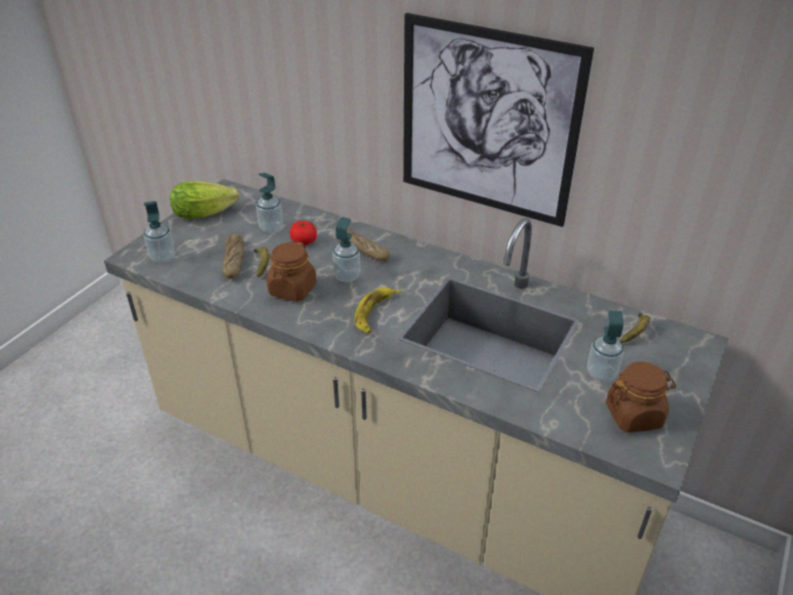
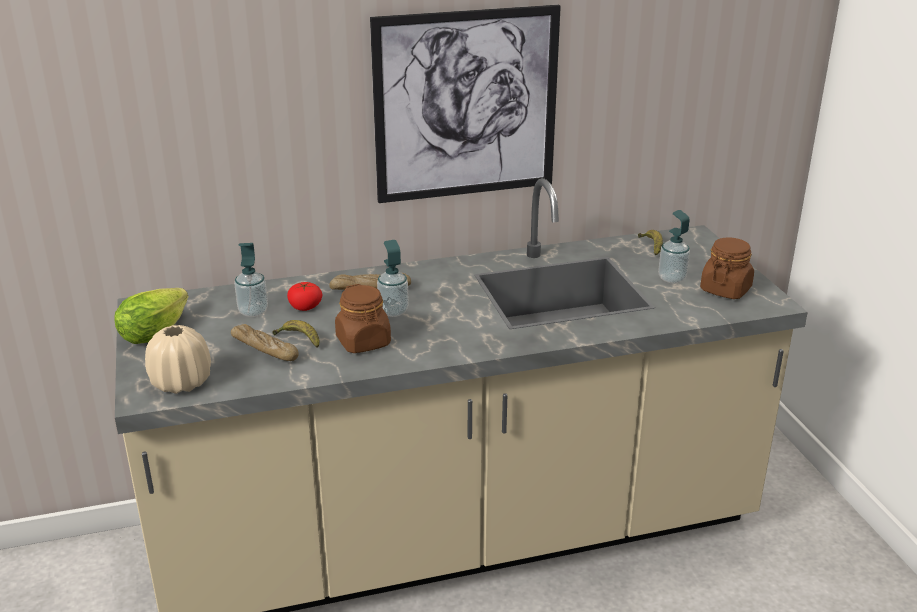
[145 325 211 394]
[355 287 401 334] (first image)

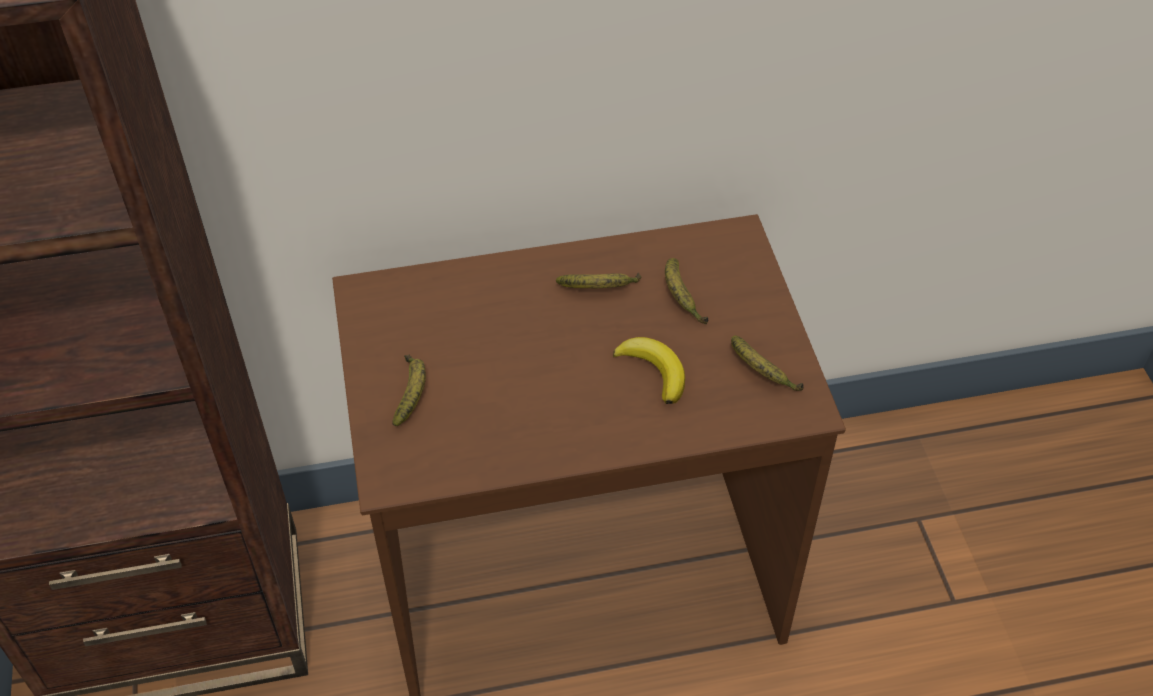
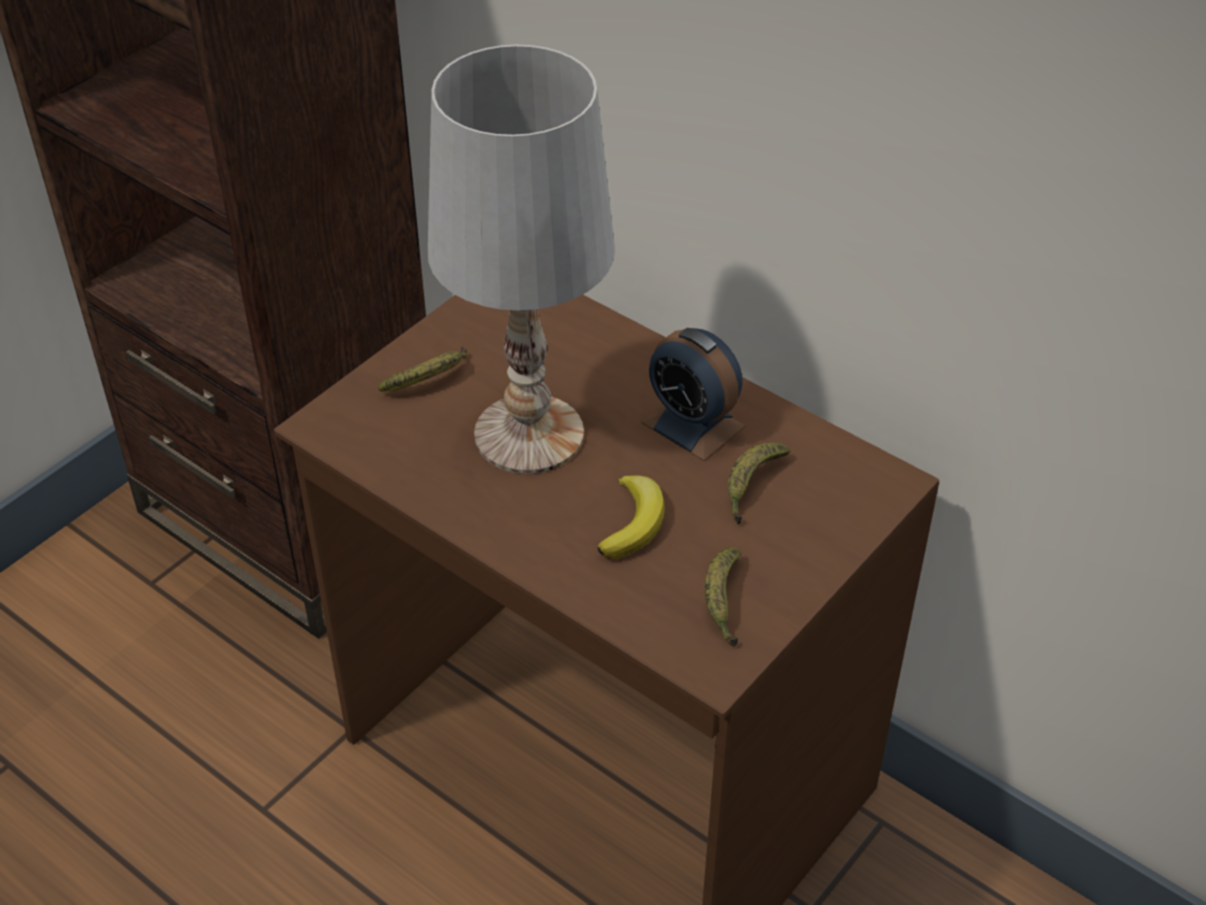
[641 328 745 461]
[428 45 615 474]

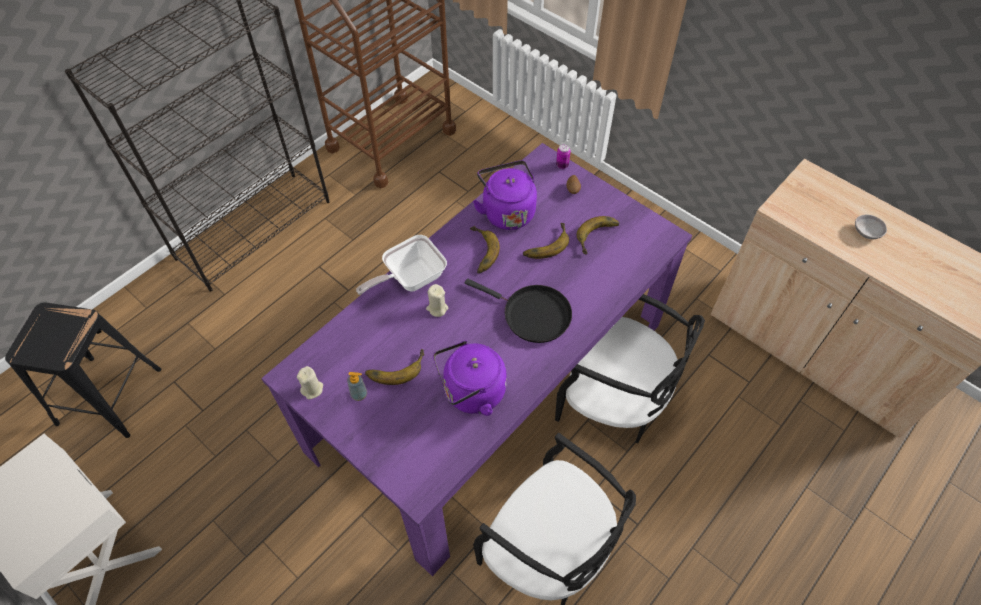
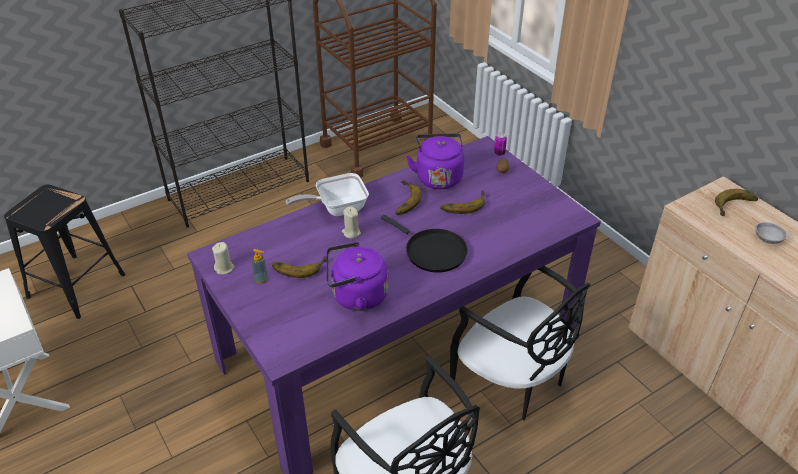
[715 189 758 216]

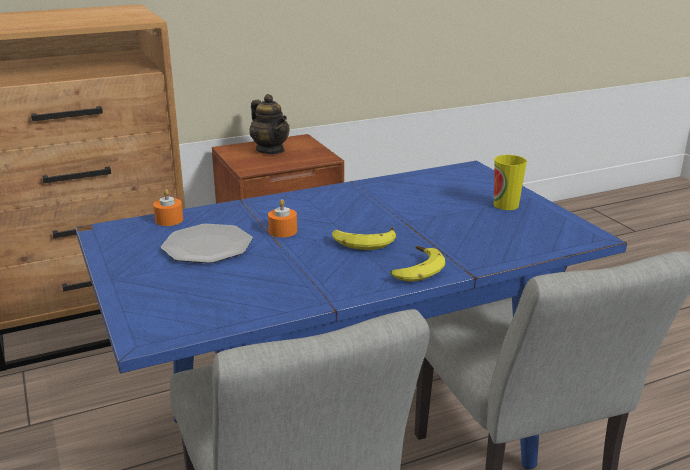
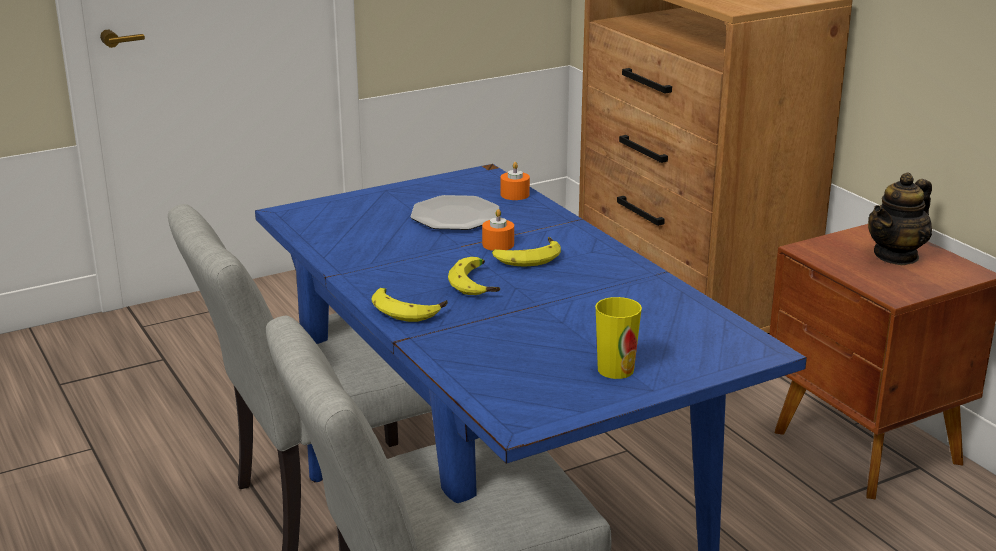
[492 237 561 267]

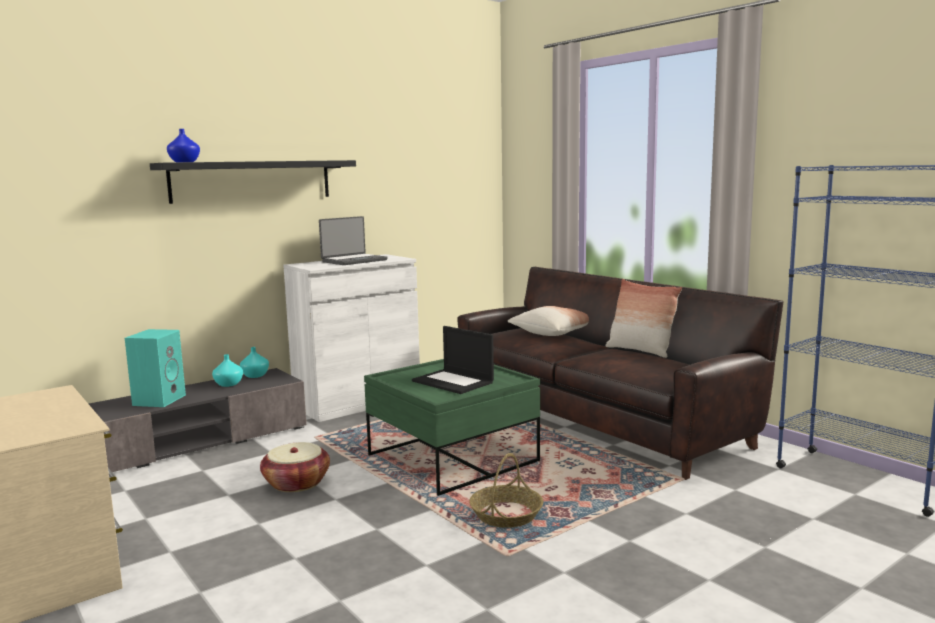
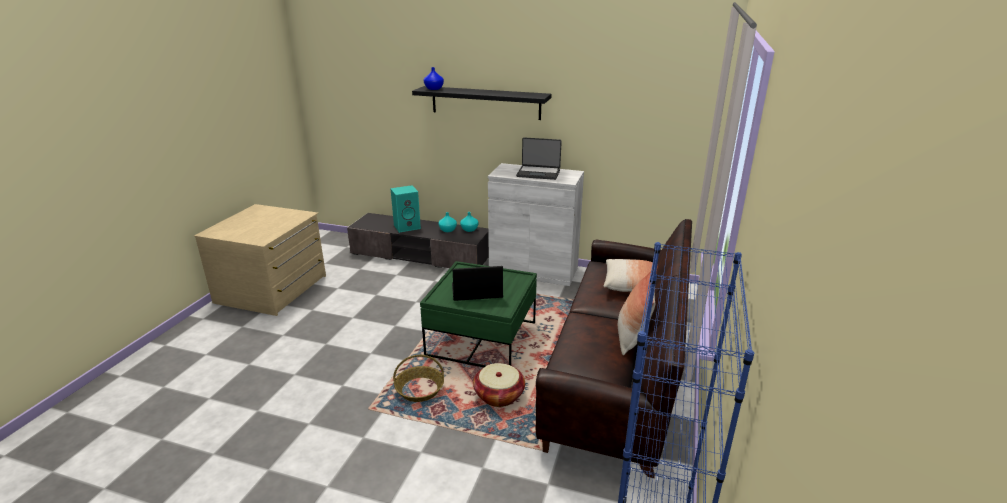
[473 363 525 407]
[452 266 503 301]

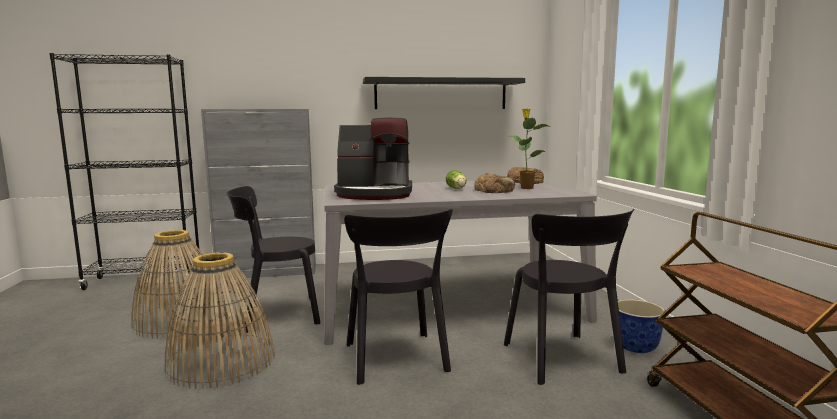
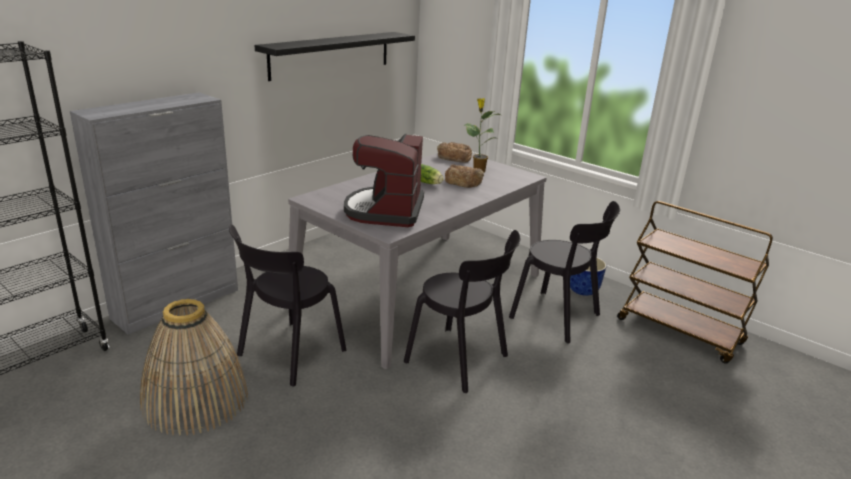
[165 252 275 389] (first image)
[344 134 424 227]

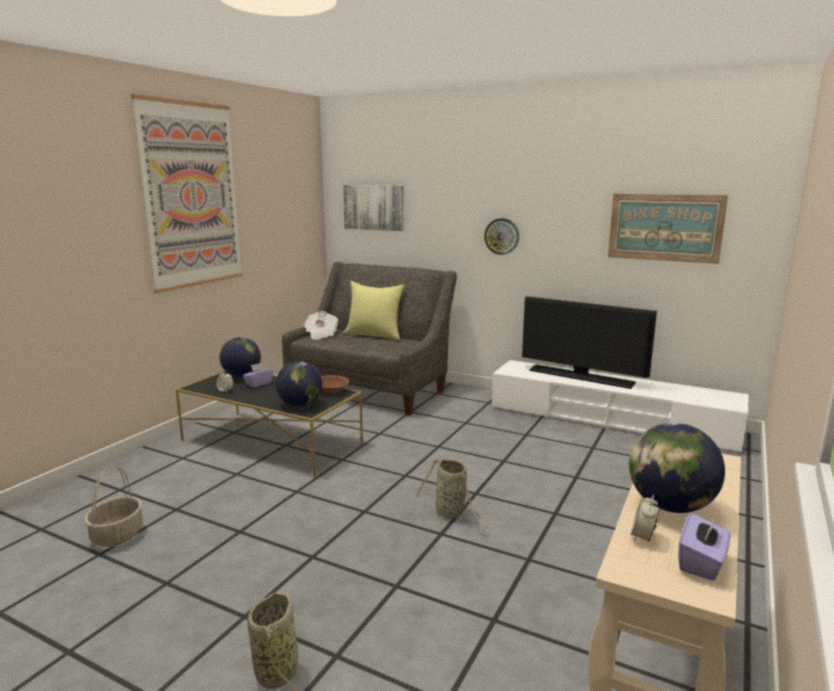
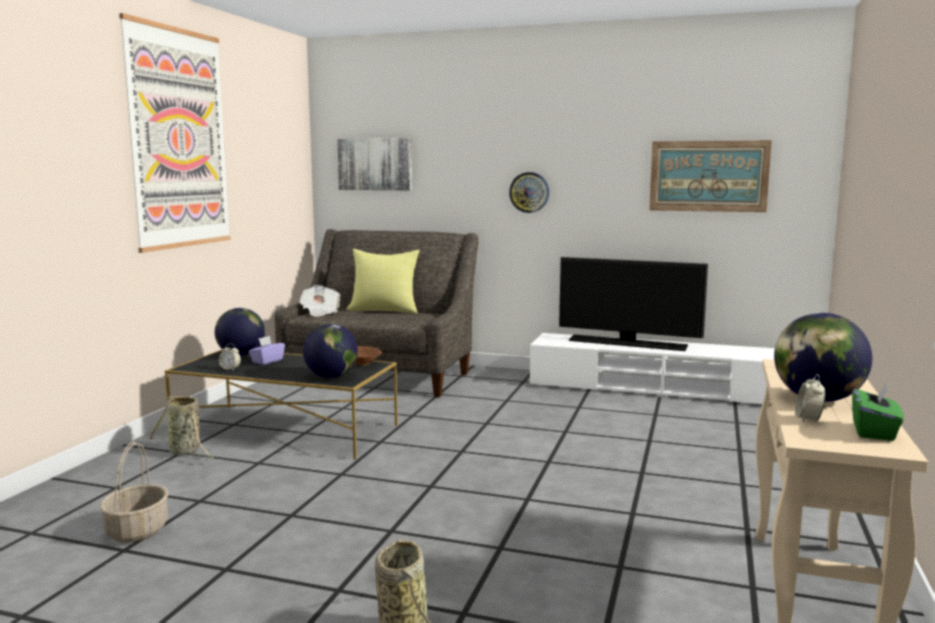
[148 396 215 458]
[852 383 904 441]

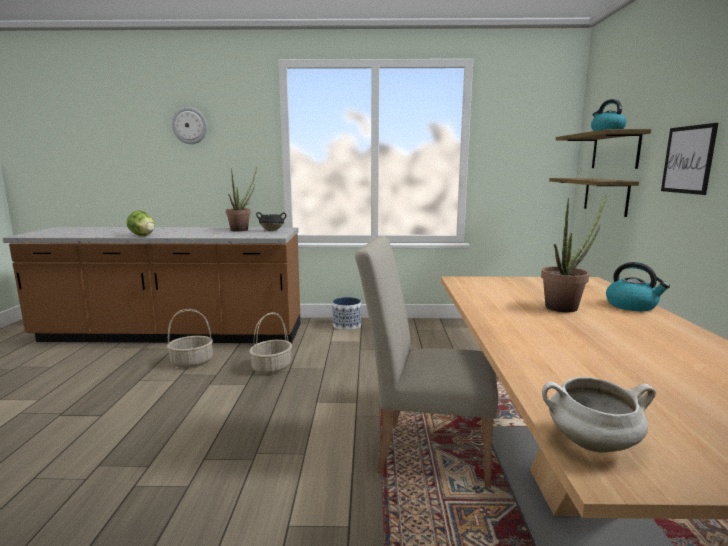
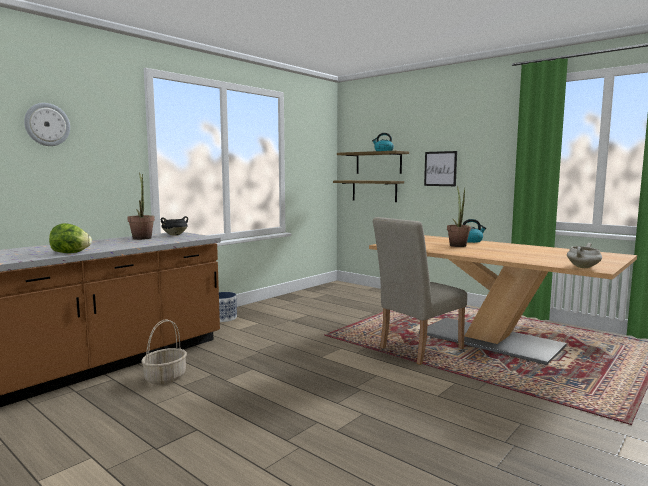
[249 313 292 374] (first image)

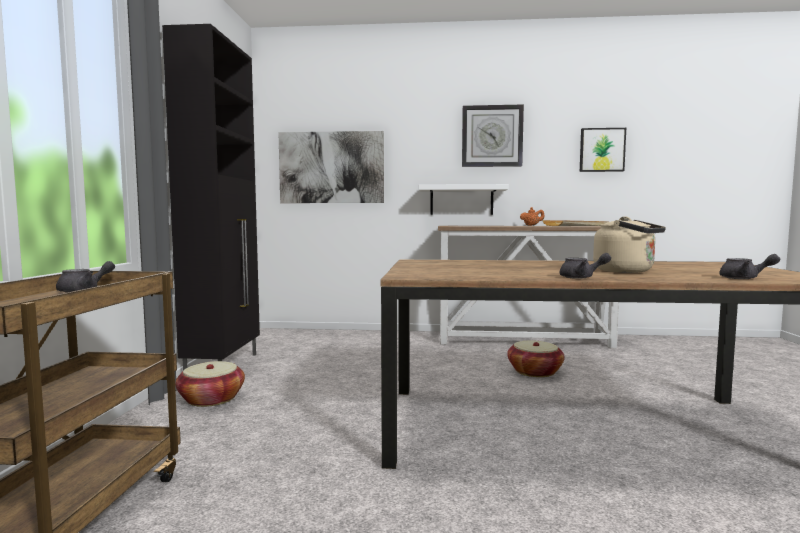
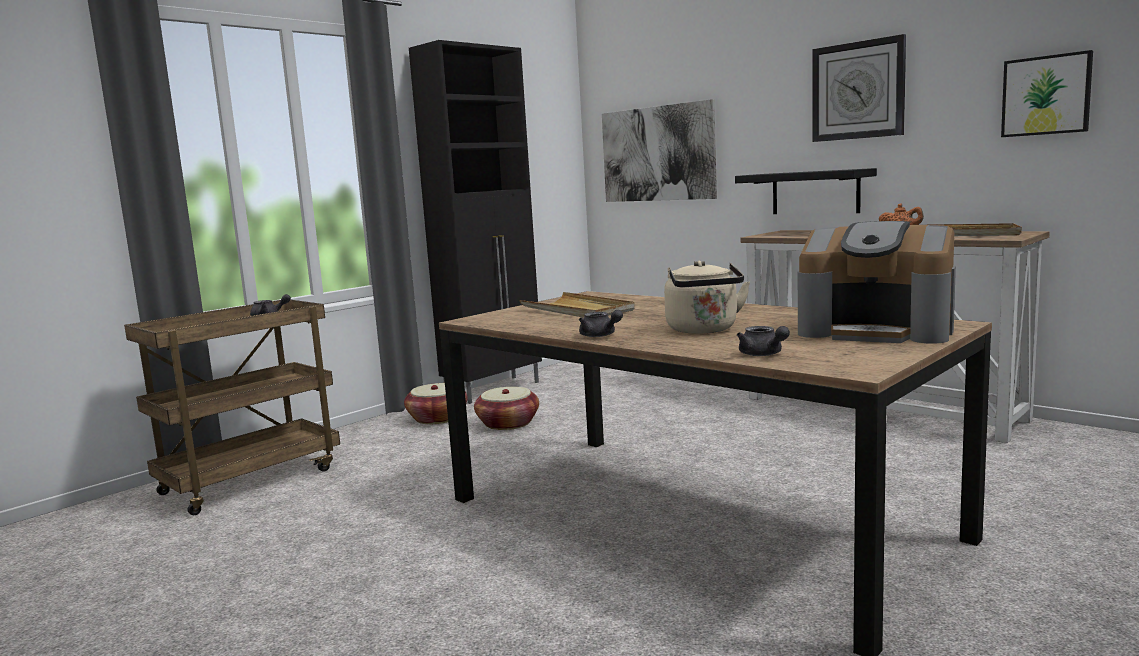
[735 168 877 214]
[474 387 539 430]
[519 292 635 318]
[798 221 956 344]

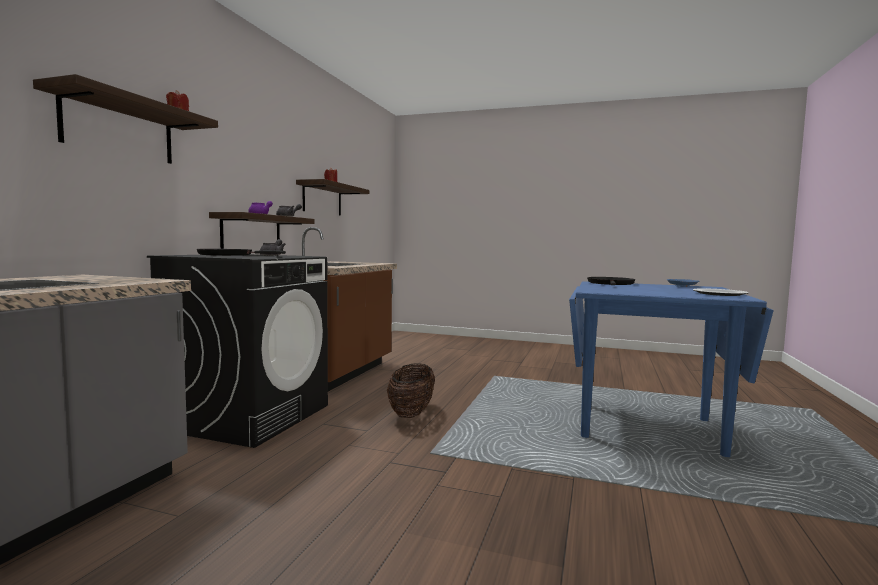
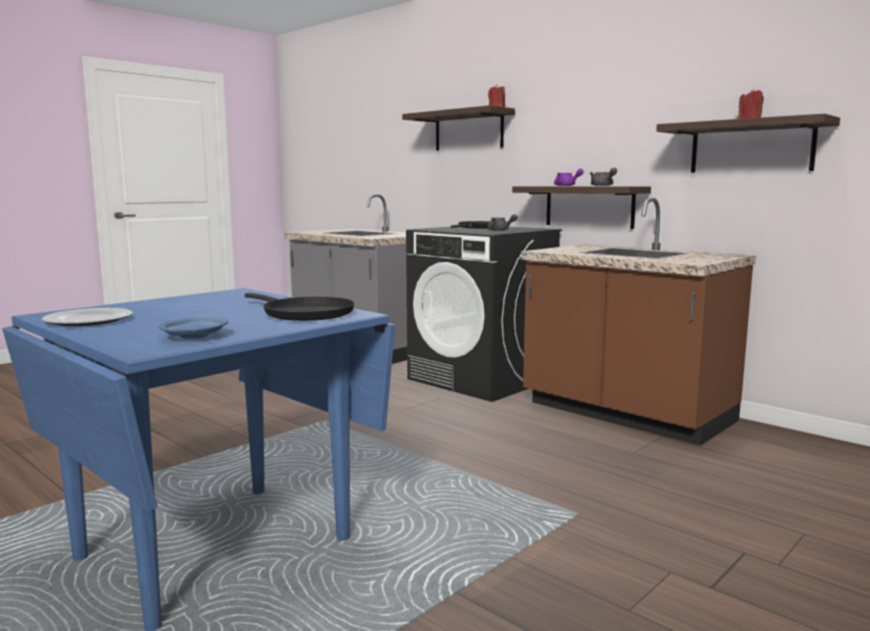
[387 364 435 418] (first image)

